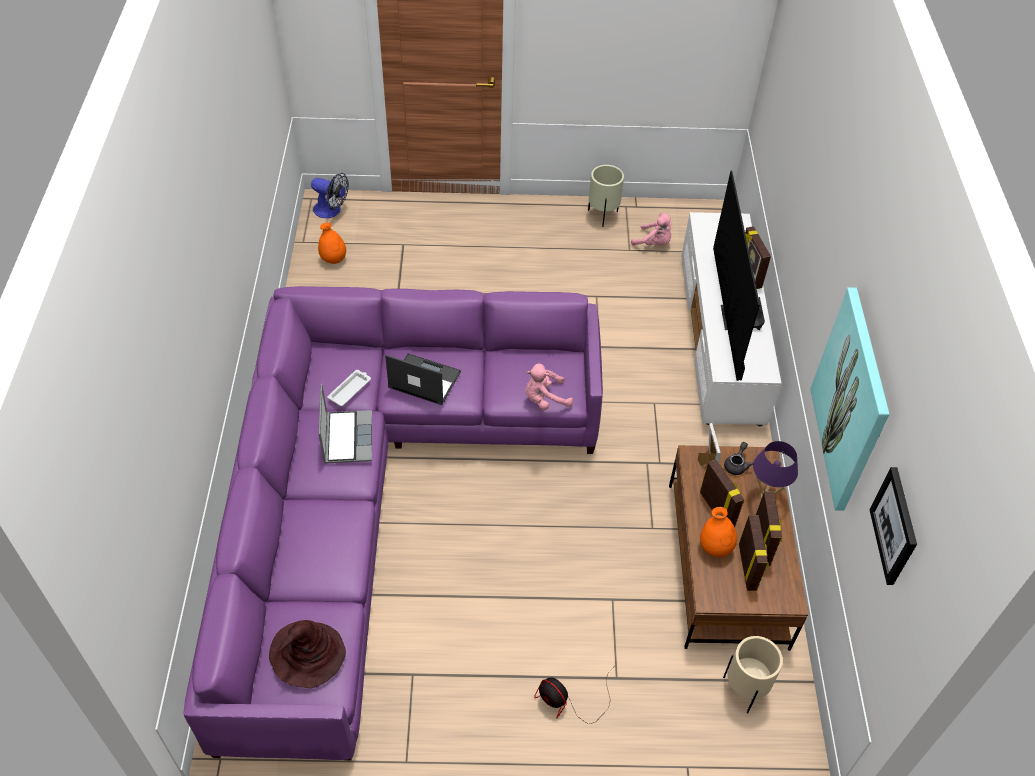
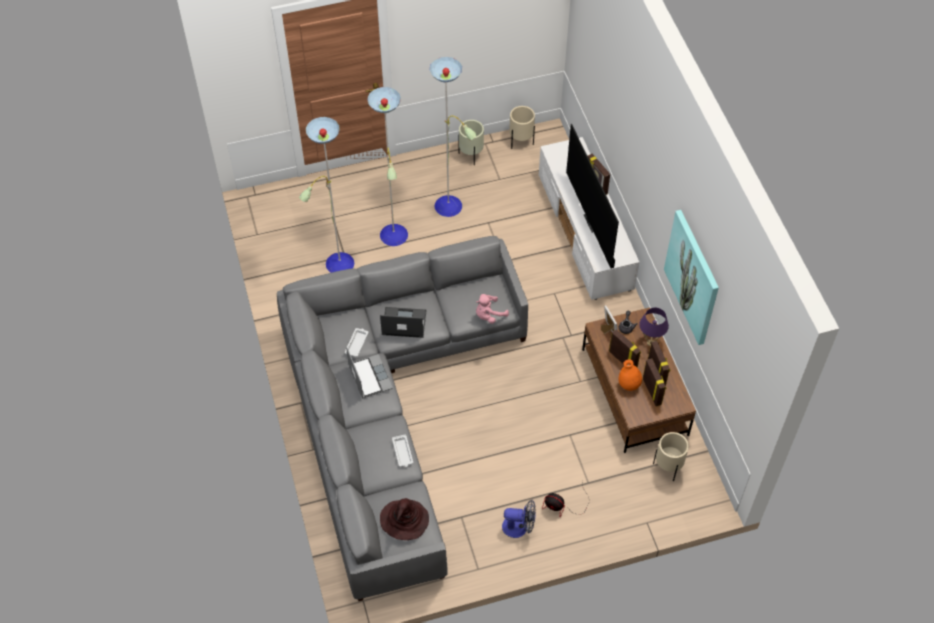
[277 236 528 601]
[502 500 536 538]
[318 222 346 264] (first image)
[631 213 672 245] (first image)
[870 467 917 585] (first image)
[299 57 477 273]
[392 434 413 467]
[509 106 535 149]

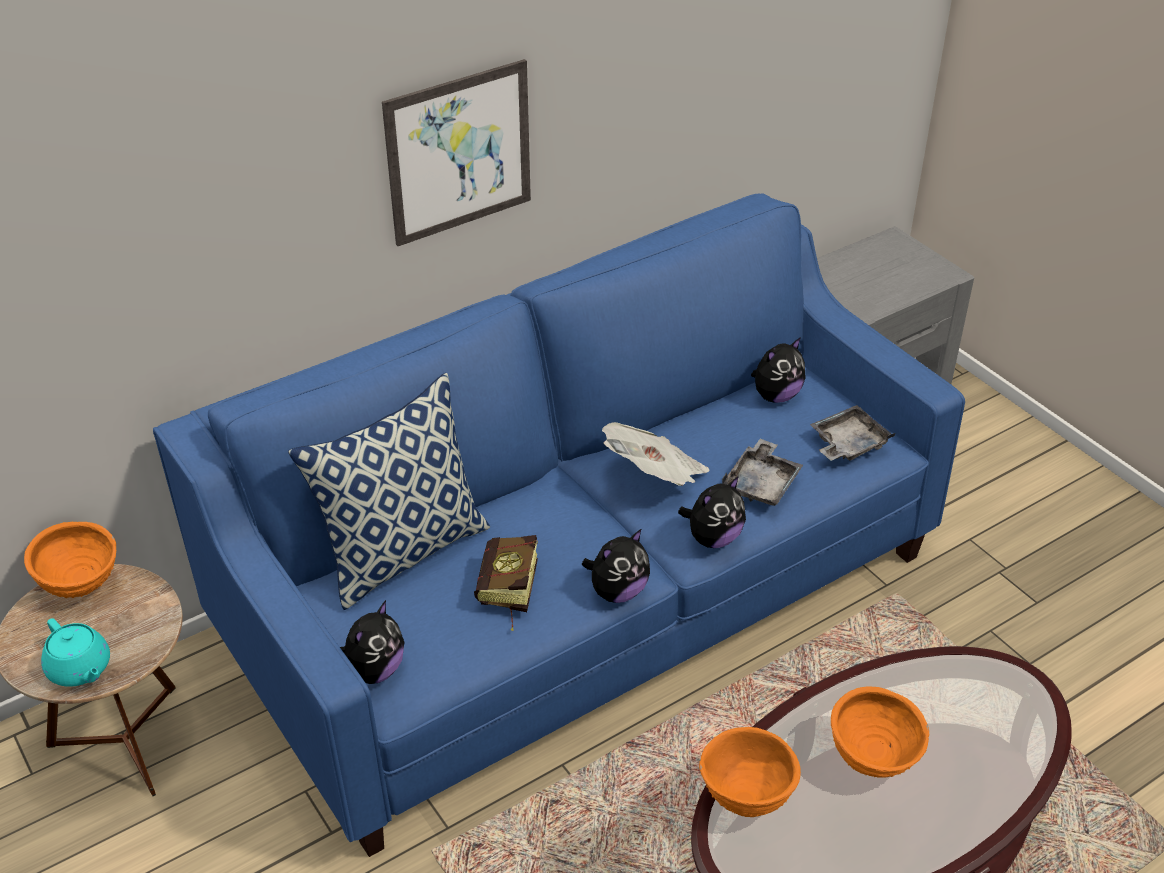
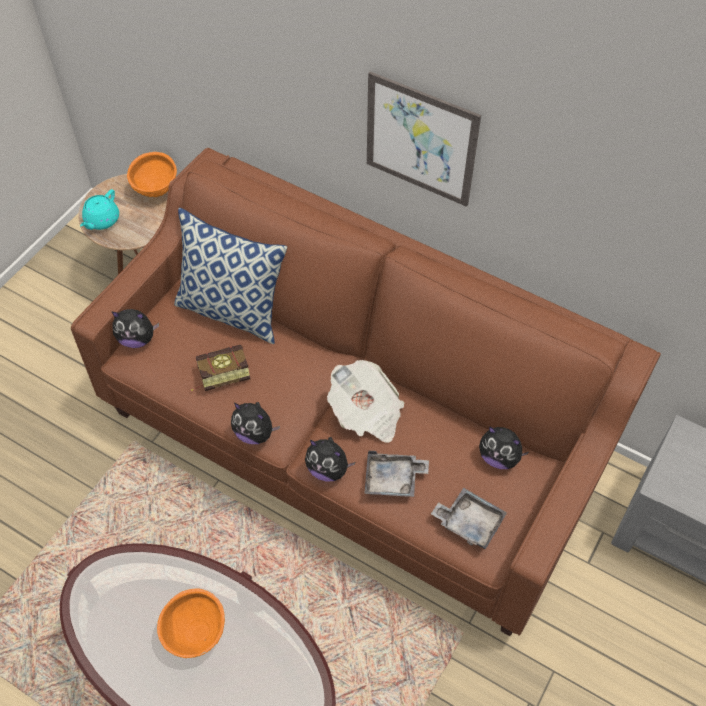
[71 148 661 636]
[699 727 801 817] (first image)

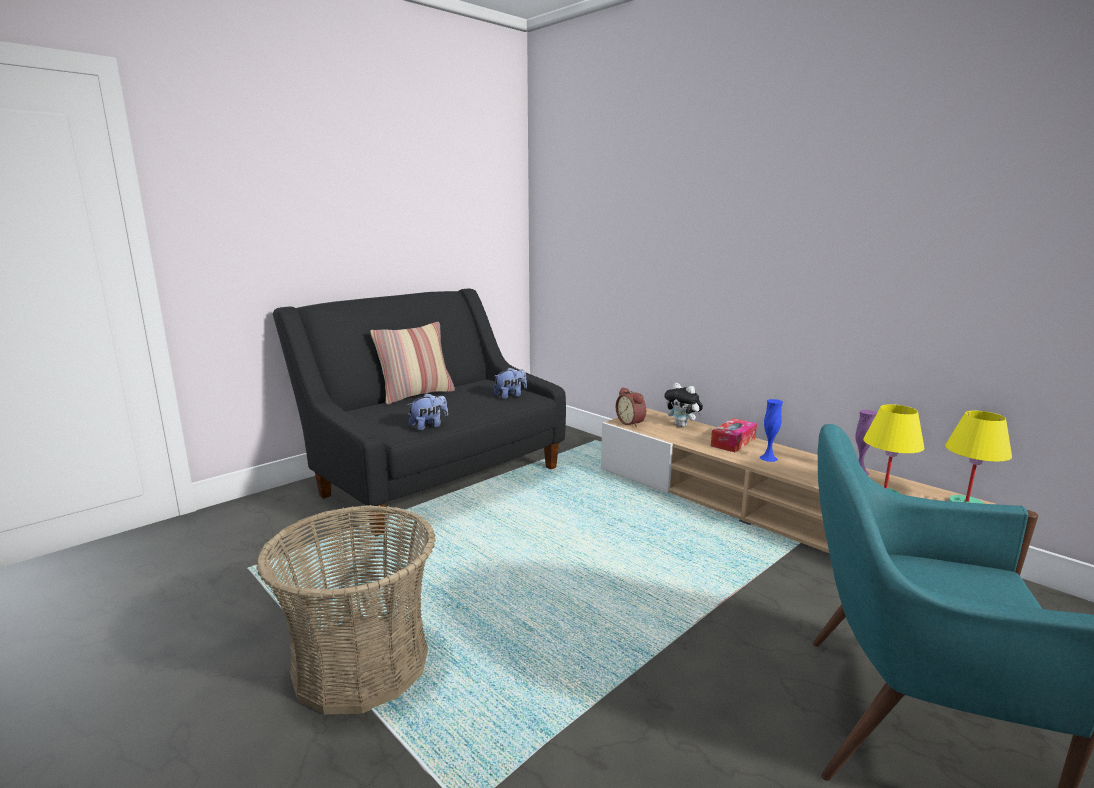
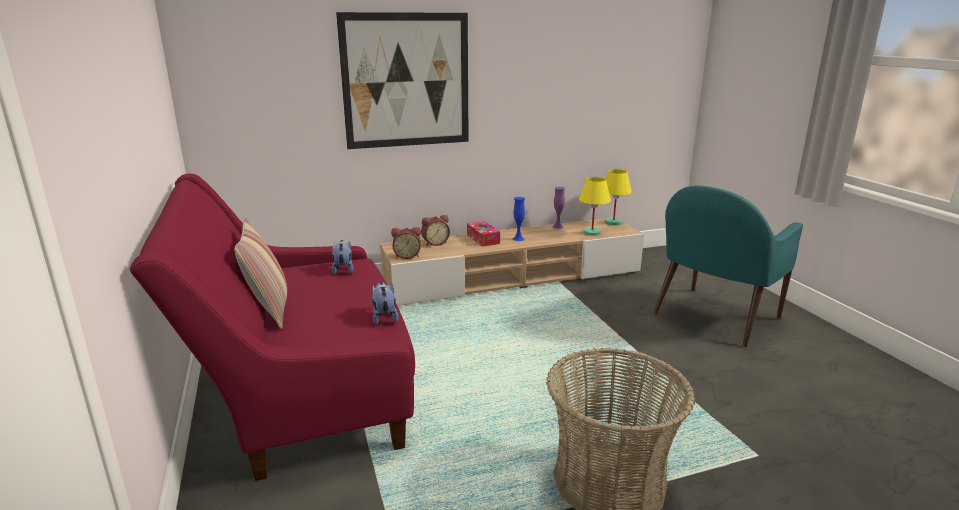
[130 174 415 481]
[421 215 450 246]
[336 12 469 149]

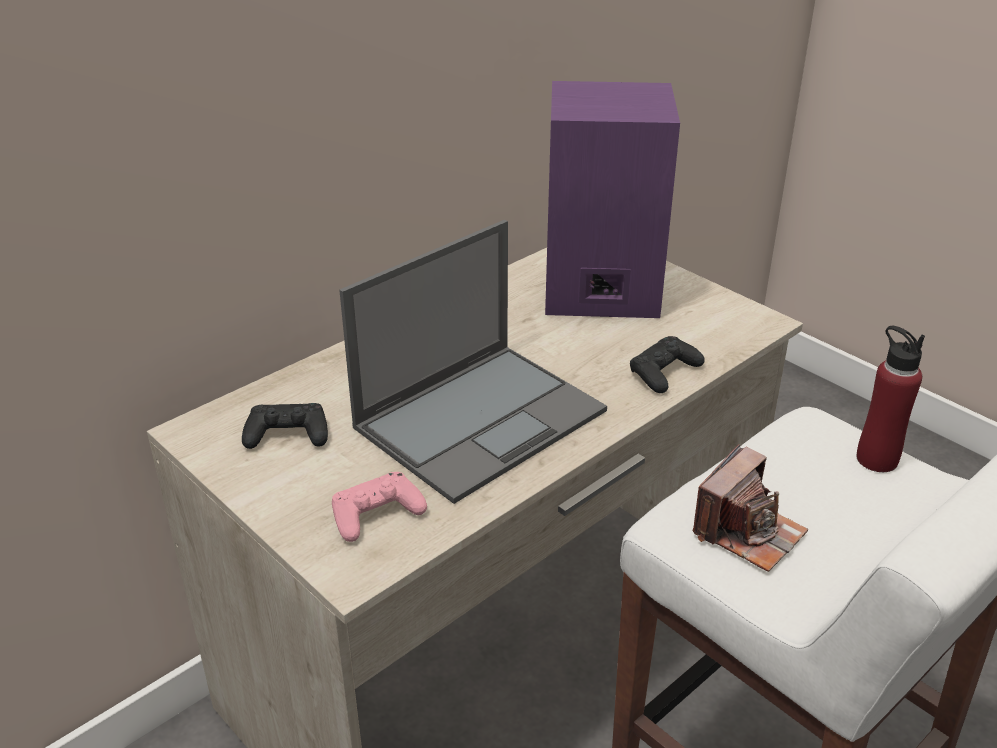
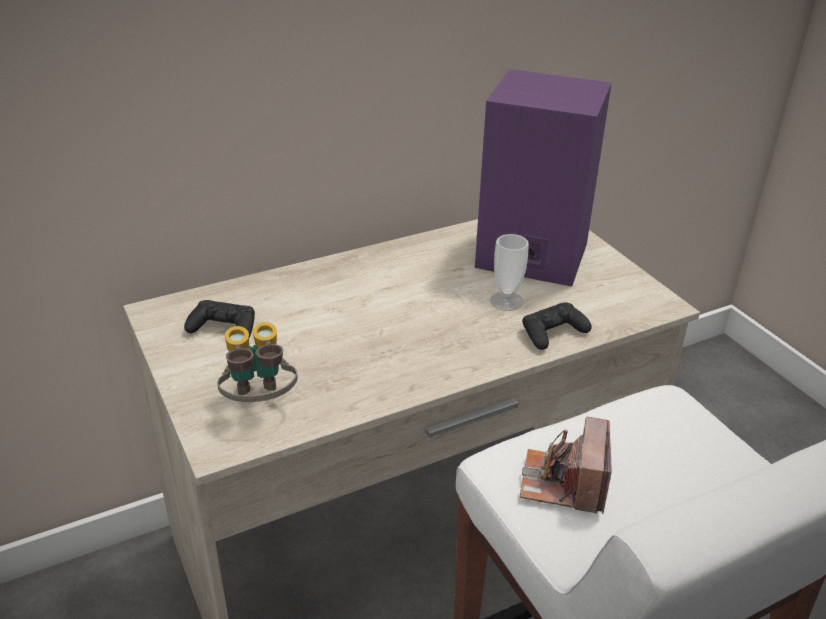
[217 322 298 402]
[339 220 607 504] (first image)
[520 417 612 514]
[856 326 925 472] (first image)
[490 234 529 311]

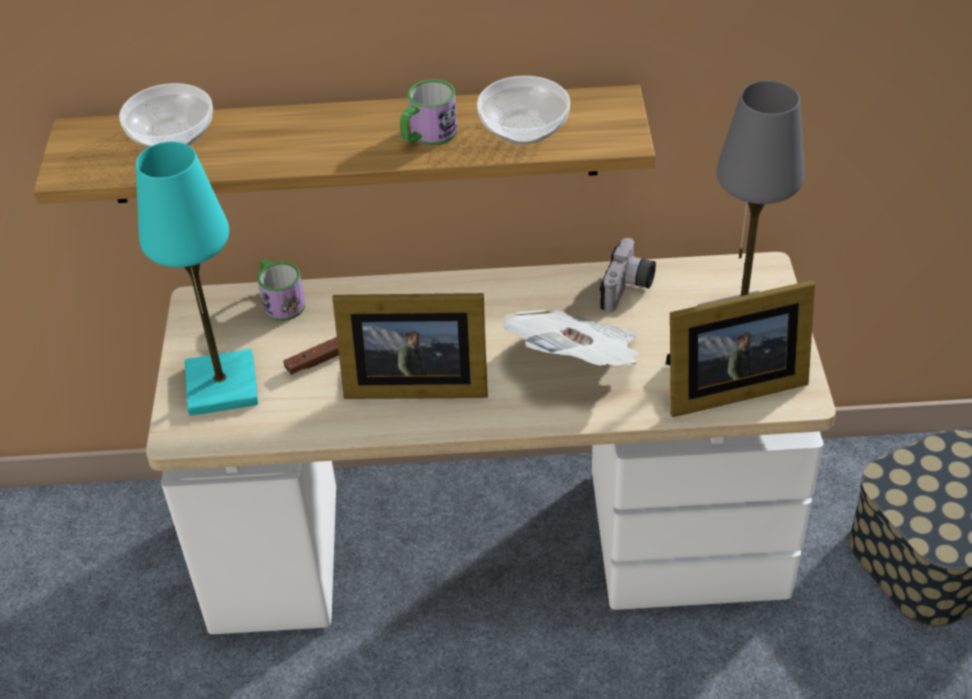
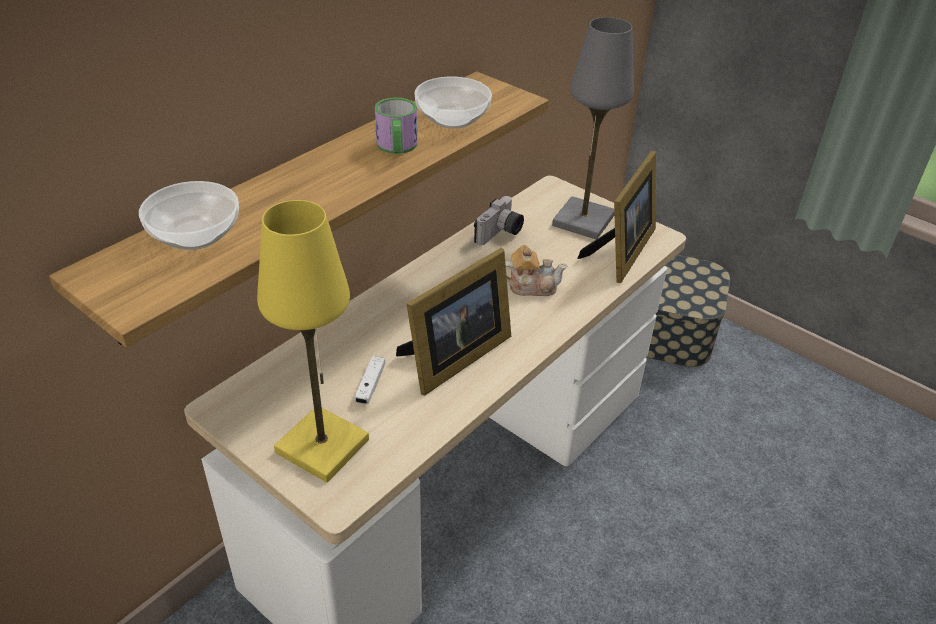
[257 200 369 482]
[258 259 305 321] (first image)
[354 356 385 404]
[505 245 567 296]
[474 196 524 245]

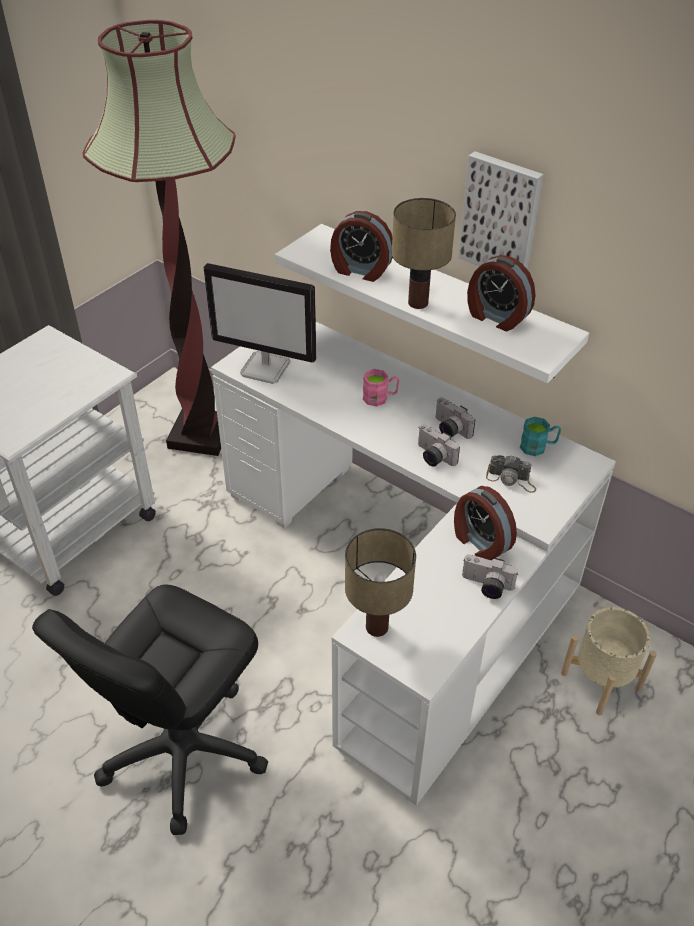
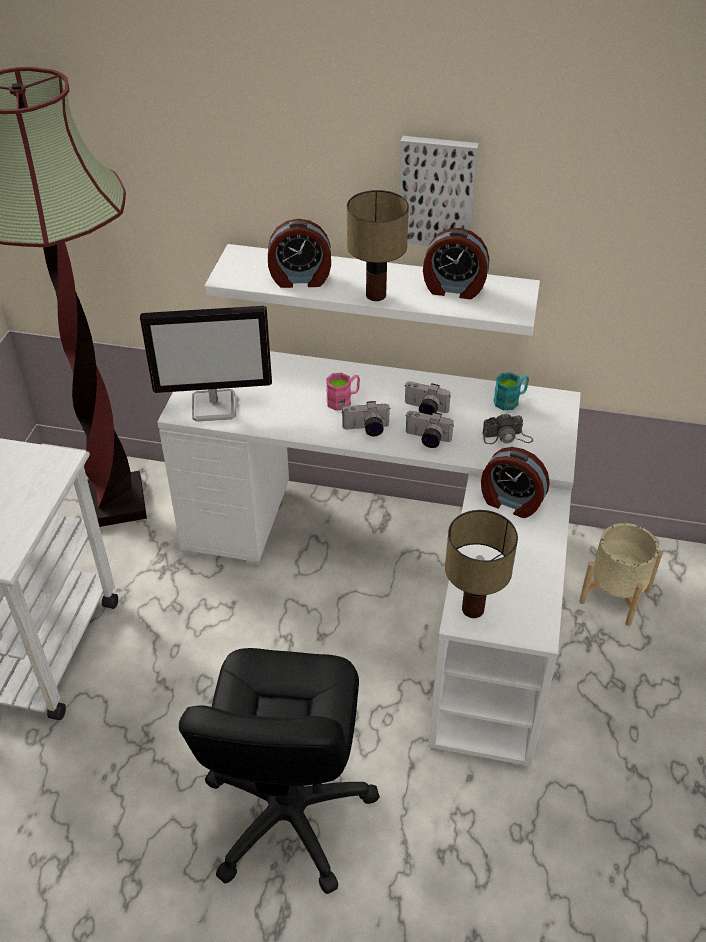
[342 401 390 436]

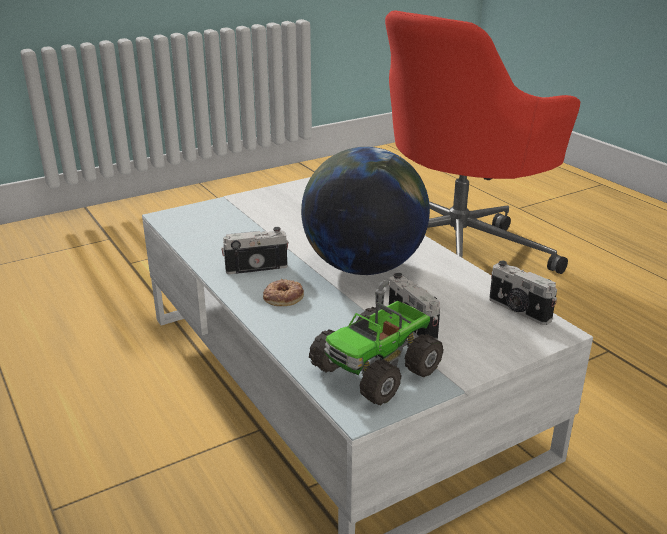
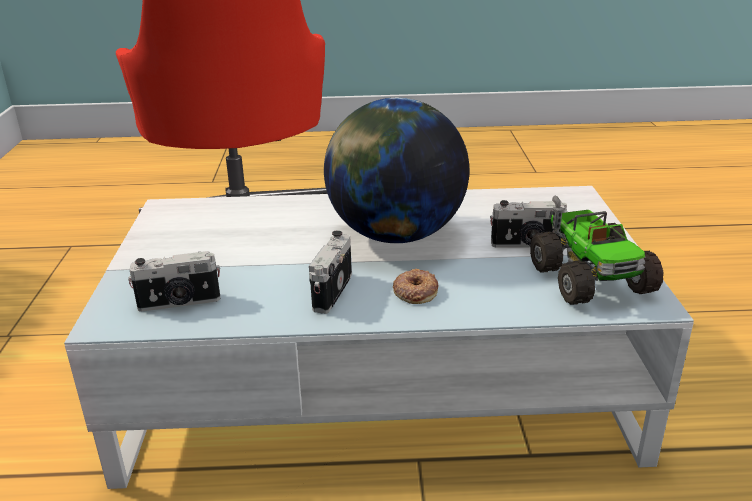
[128 251 220 312]

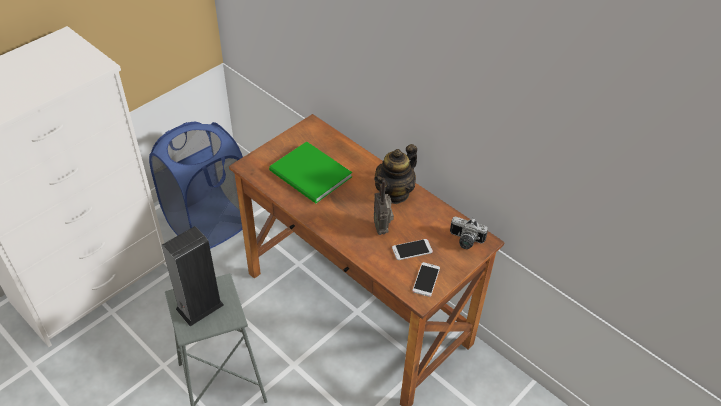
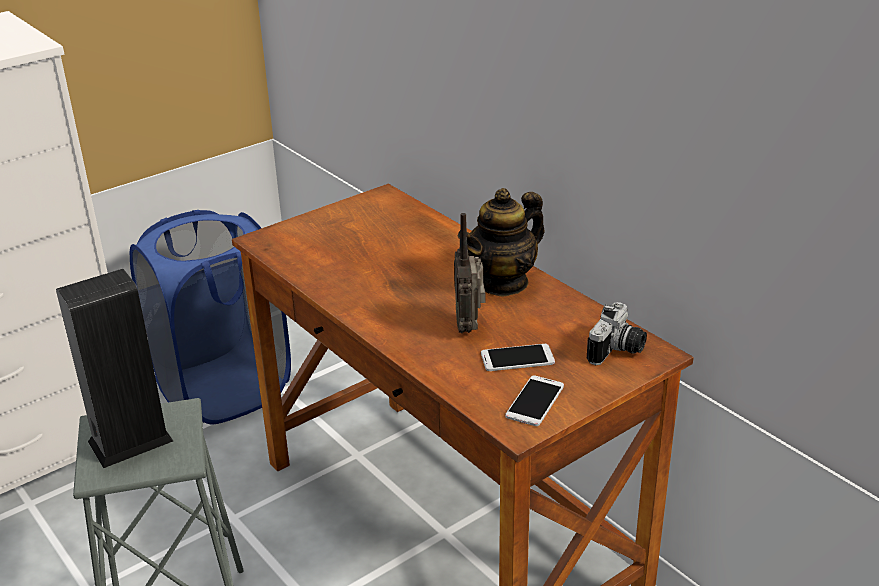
[269 141 352 203] (first image)
[587 302 647 365]

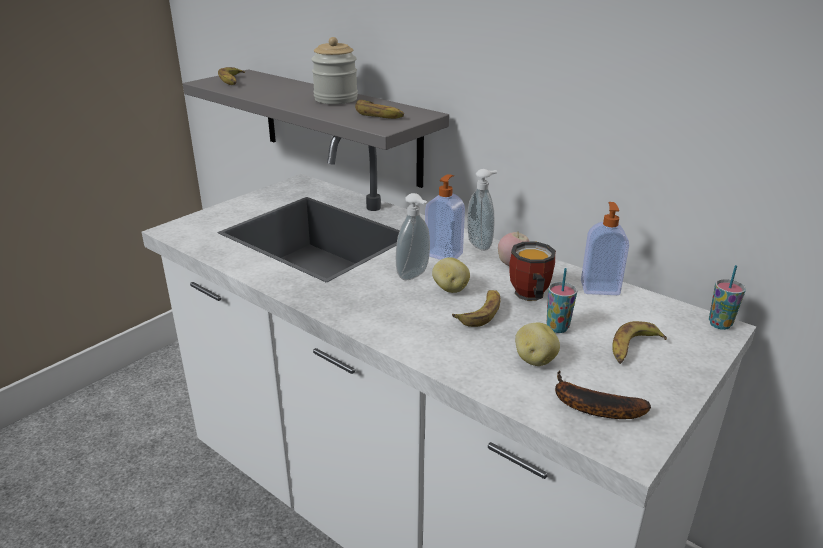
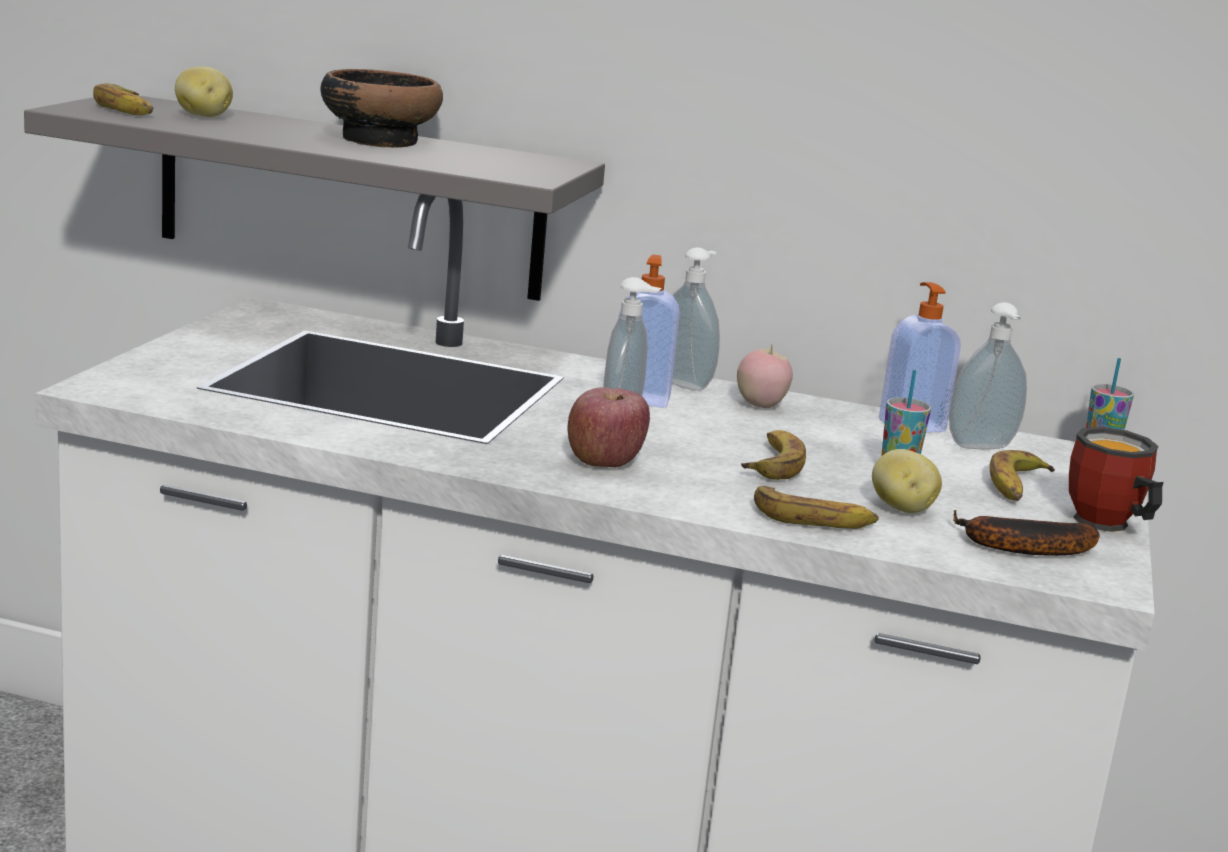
[320 69 443 148]
[754 486 879 529]
[175 67 233 117]
[1069 427 1164 532]
[567 387 650 467]
[949 302 1027 449]

